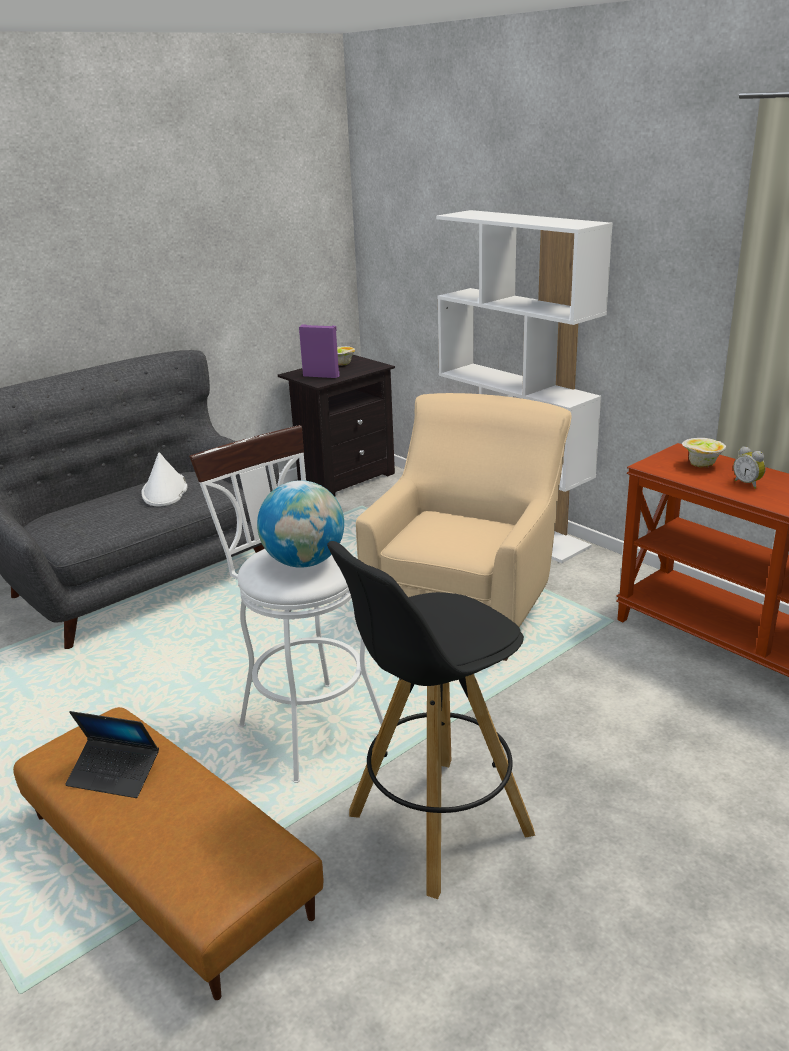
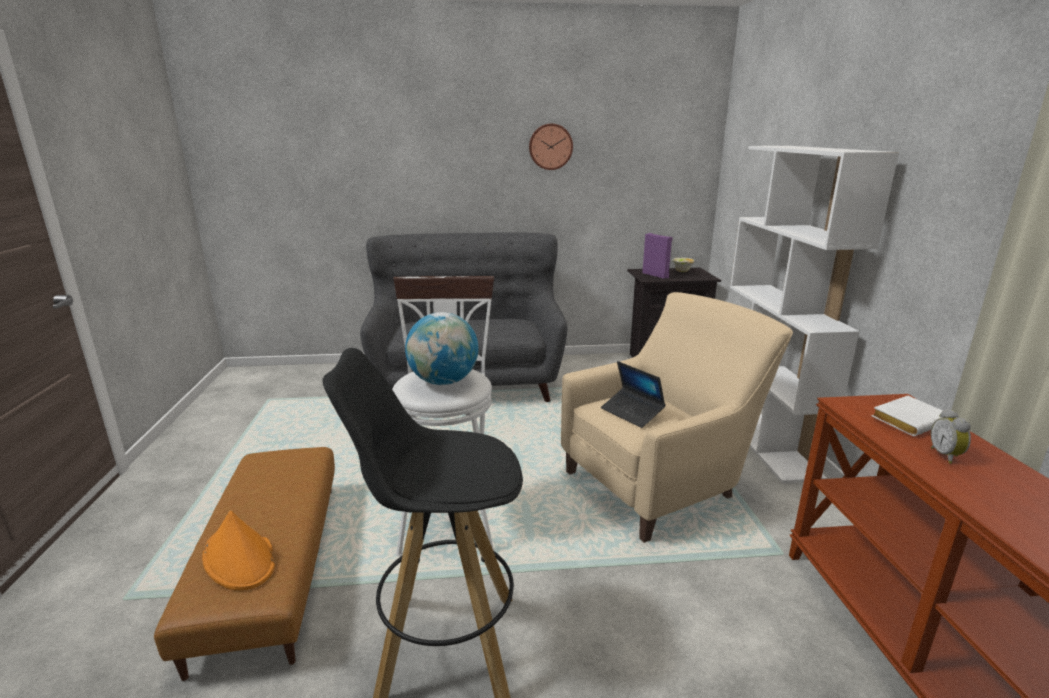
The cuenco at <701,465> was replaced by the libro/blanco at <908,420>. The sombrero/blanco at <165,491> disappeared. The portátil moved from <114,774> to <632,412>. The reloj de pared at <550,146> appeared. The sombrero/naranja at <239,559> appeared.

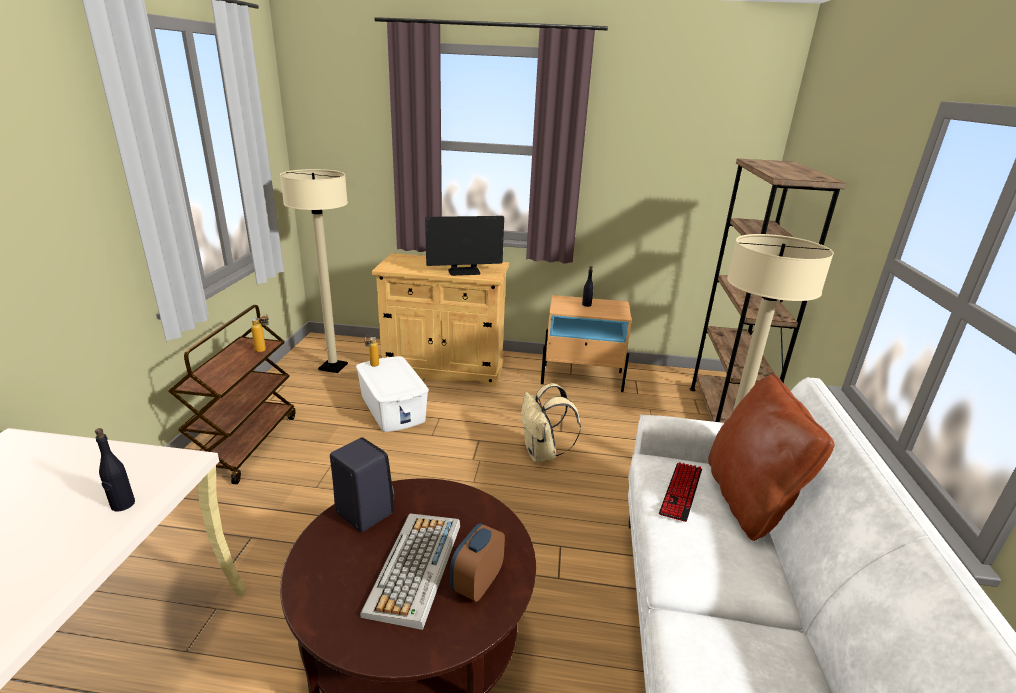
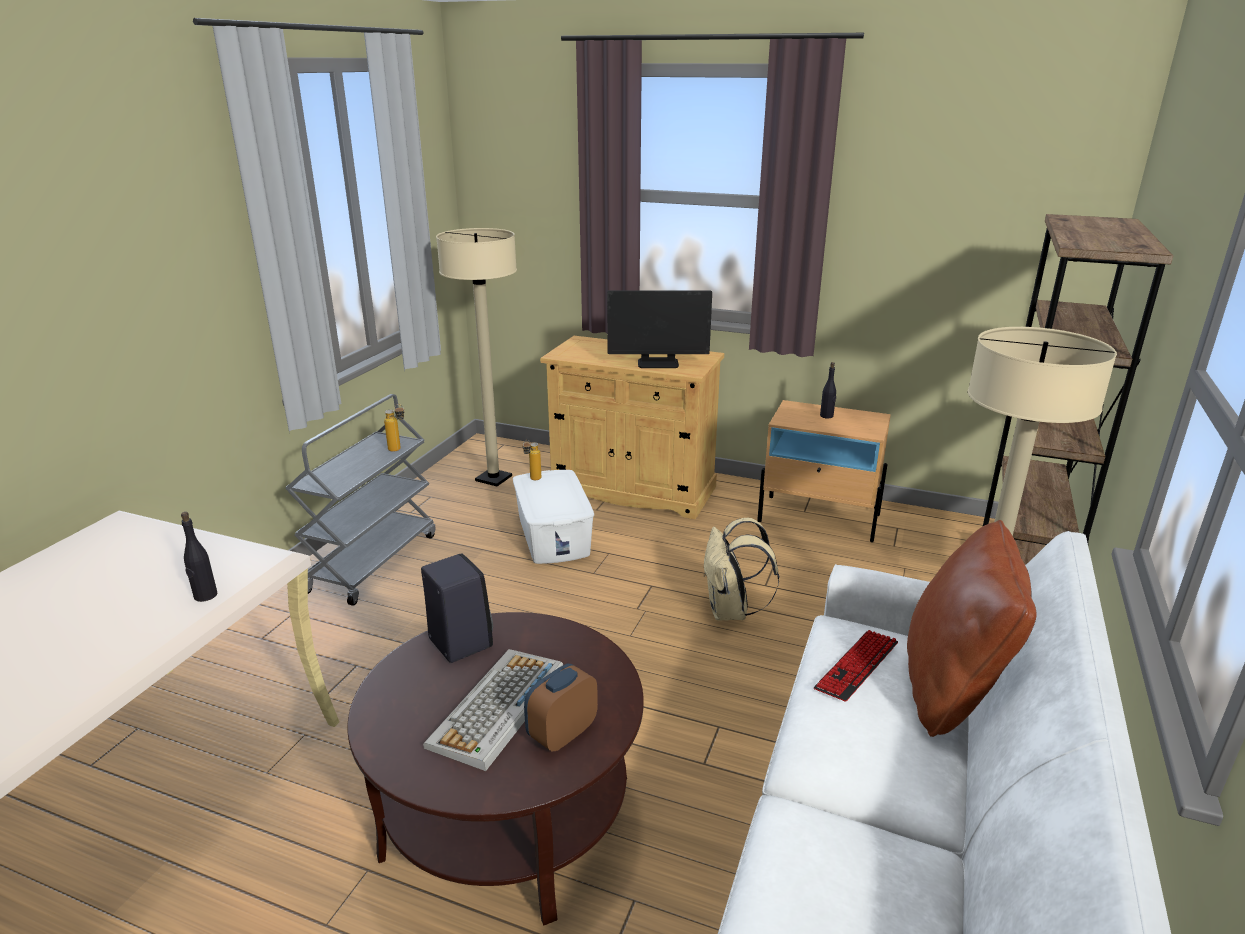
The carrito/marrón at <246,444> became the carrito/gris at <373,562>.

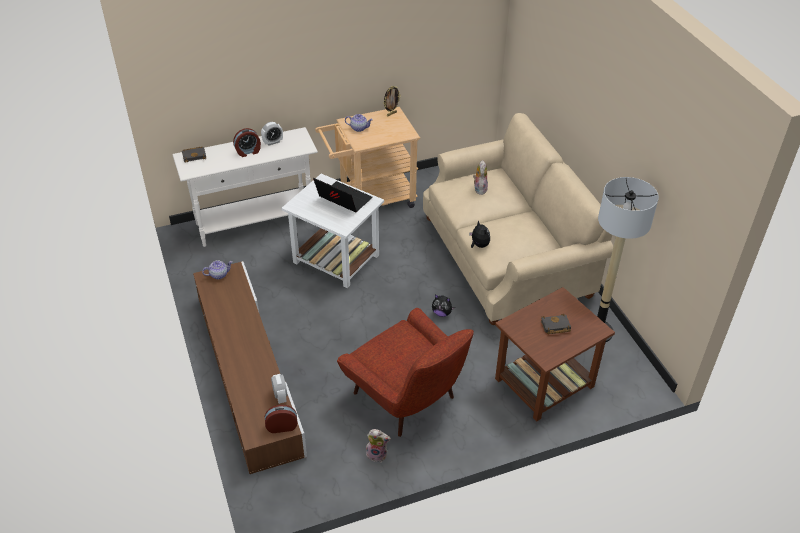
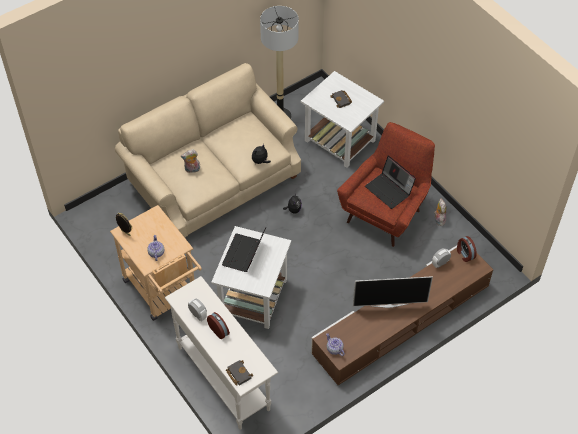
The mesa auxiliar/marrón at <543,383> became the mesa auxiliar/blanco at <340,141>. The portátil at <389,190> appeared. The televisor at <389,304> appeared.

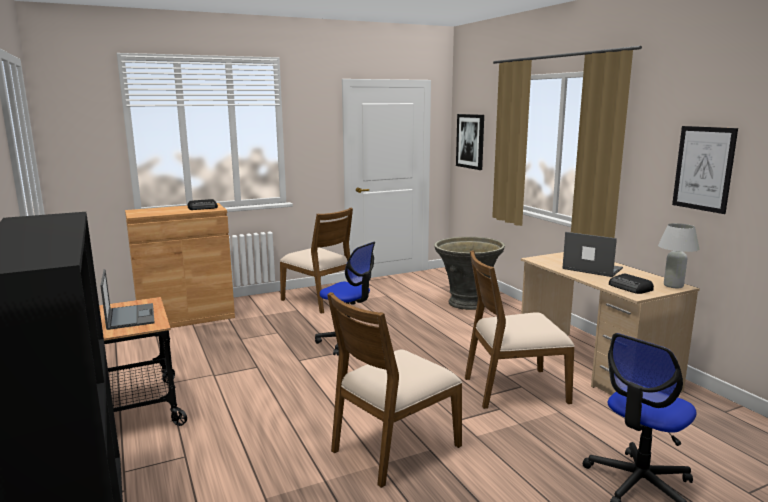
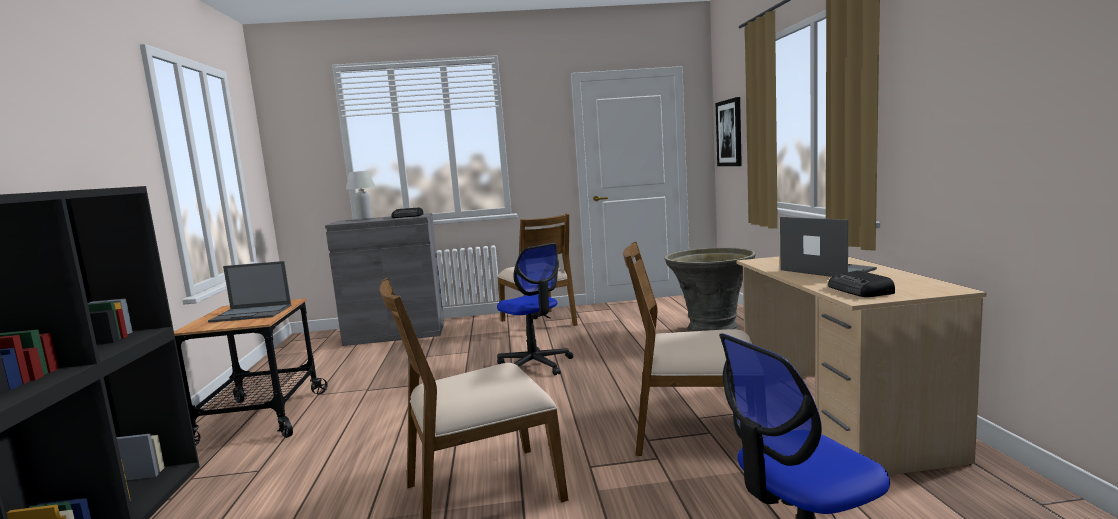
The cuadro at <703,168> disappeared. The armario/marrón at <186,317> became the armario/gris at <395,334>. The lámpara de mesa/blanco moved from <673,286> to <364,219>. The portátil at <130,316> turned 90 degrees clockwise.

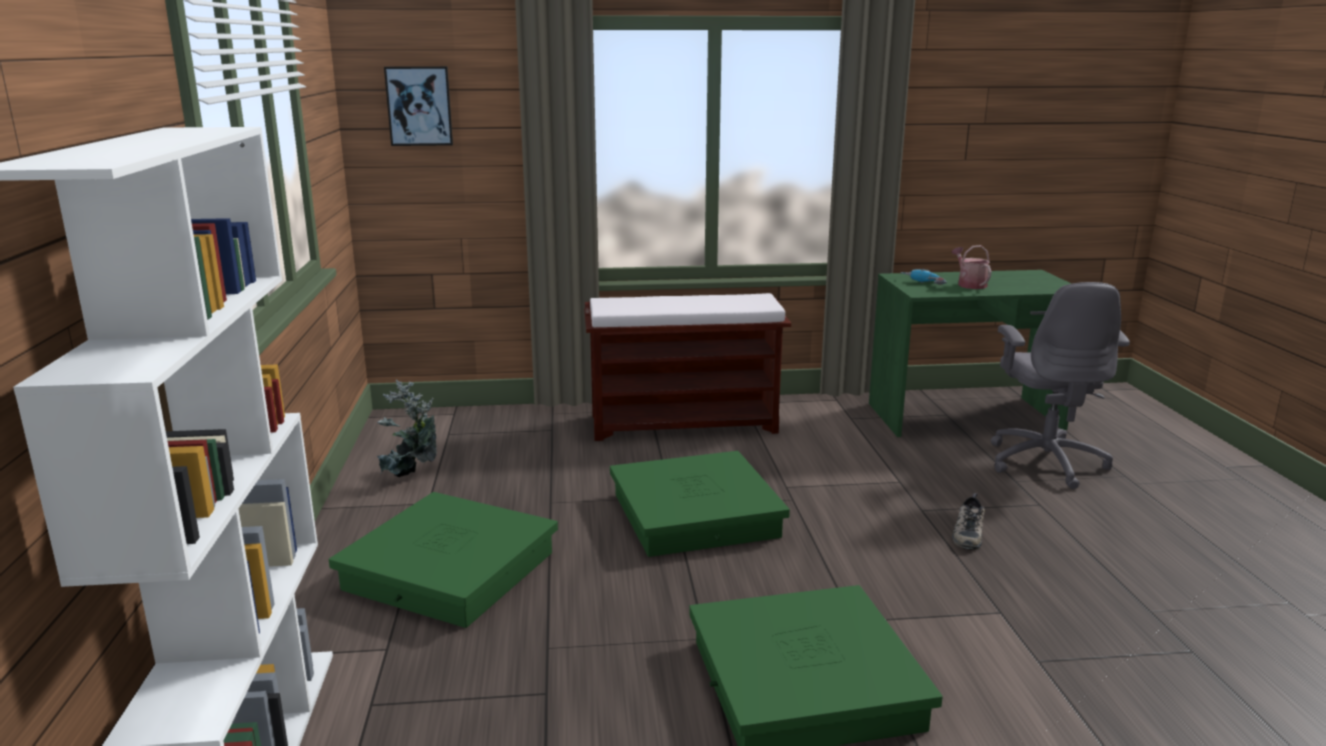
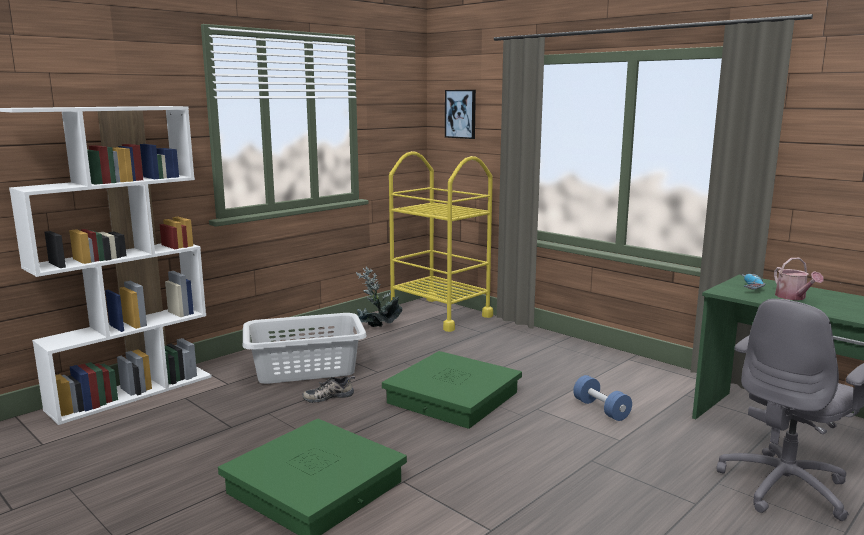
The regadera at <969,284> turned 135 degrees clockwise. The banco/marrón at <685,423> disappeared. The caja de almacenaje/verde at <451,571> was replaced by the cesto de la ropa/gris at <306,369>. The zapato moved from <967,532> to <329,396>. The carrito/amarillo at <439,314> appeared. The mancuerna/azul at <601,409> appeared.

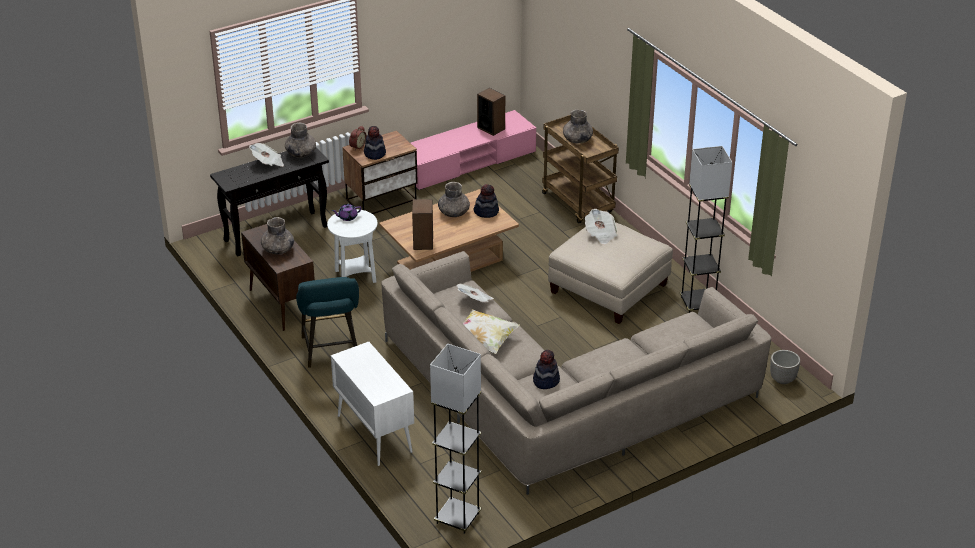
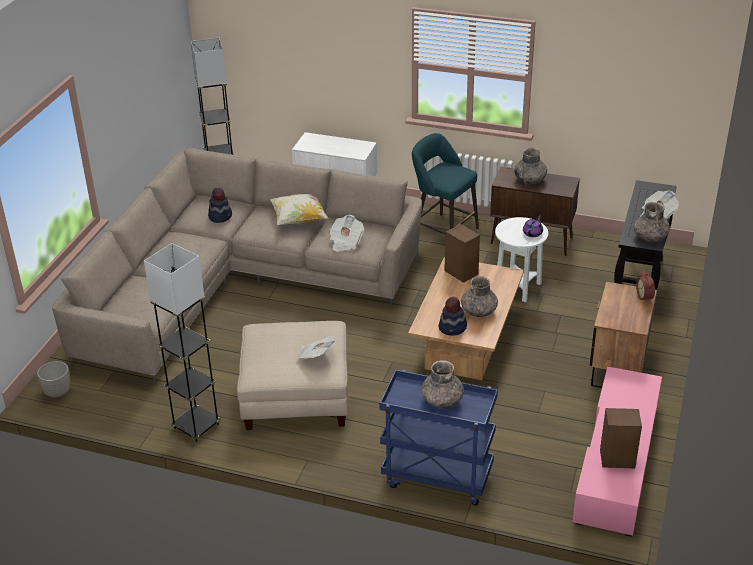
The carrito/marrón at <579,204> became the carrito/azul at <436,478>. The sombrero at <374,153> disappeared.

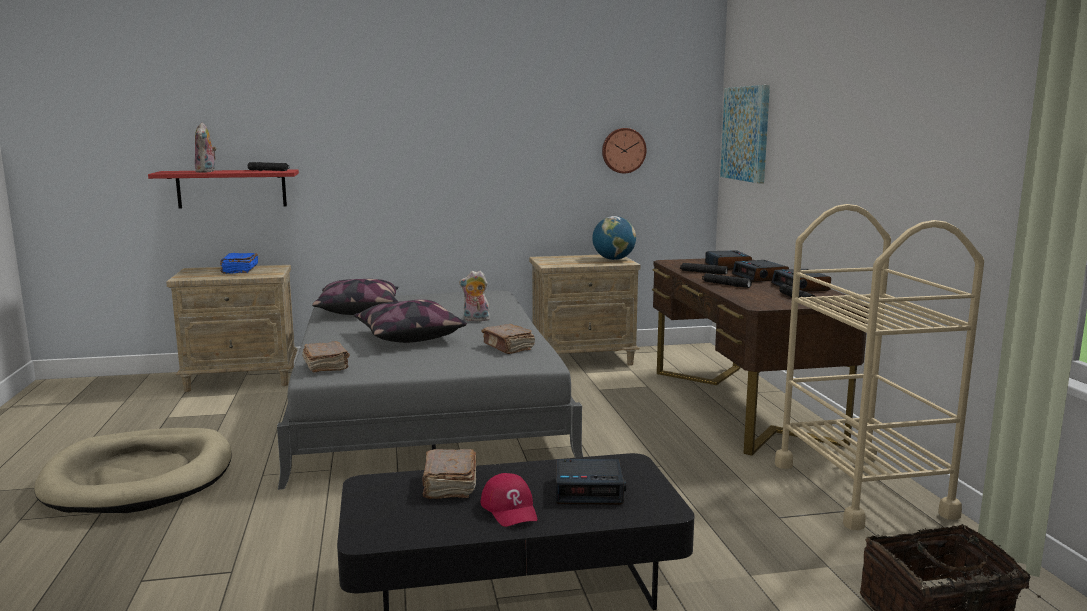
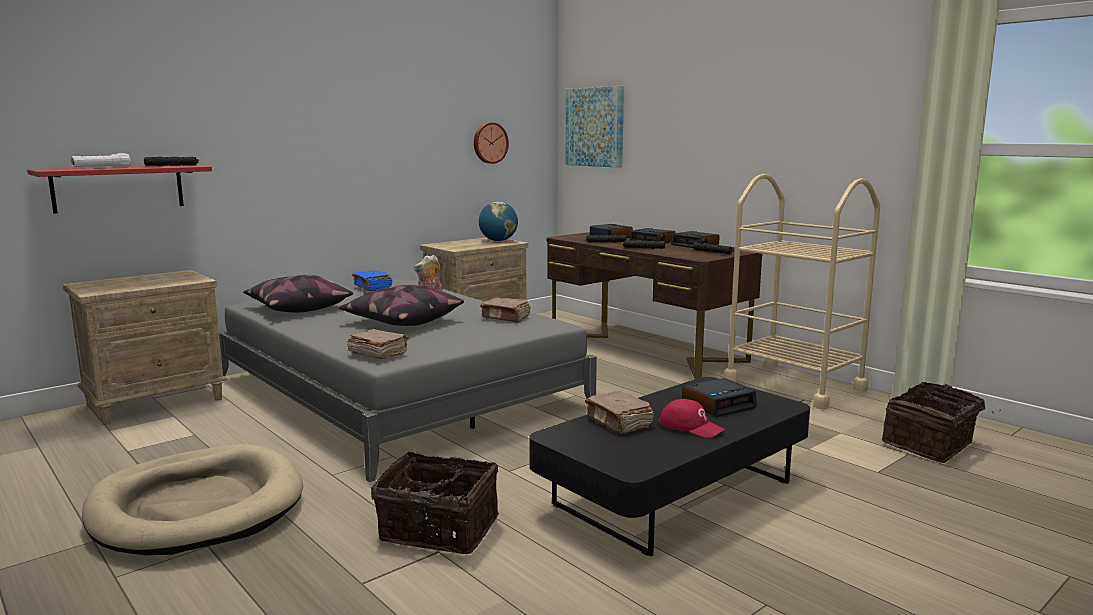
The peluche at <206,171> was replaced by the linterna/blanco at <101,168>. The libro/azul moved from <239,270> to <372,287>. The cesta at <438,531> appeared.

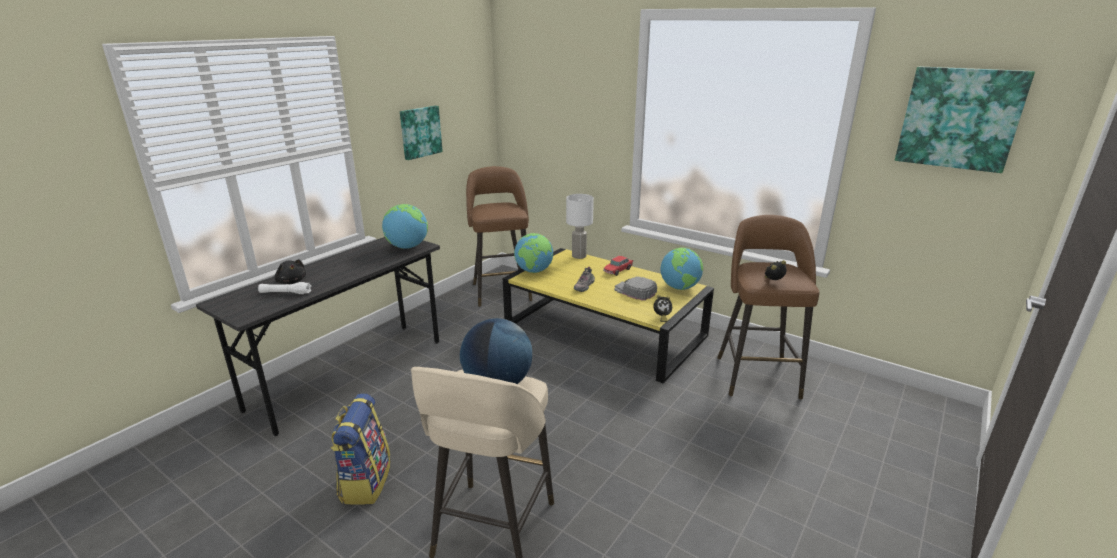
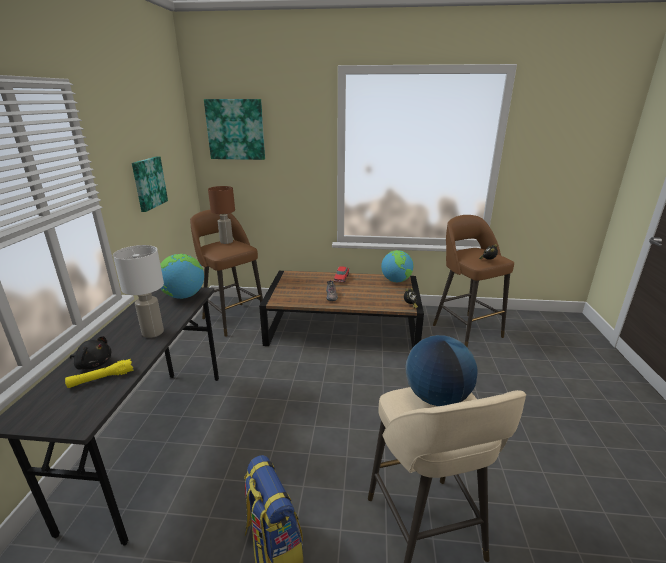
The cuadro moved from <959,118> to <236,129>. The lámpara de mesa/blanco moved from <579,256> to <153,332>. The globo terráqueo at <534,271> disappeared. The mesa de centro/amarillo at <605,330> became the mesa de centro/marrón at <343,327>. The gorra/gris at <635,291> disappeared. The linterna/blanco at <285,293> became the linterna/amarillo at <101,379>. The lámpara de mesa/marrón at <227,242> appeared.

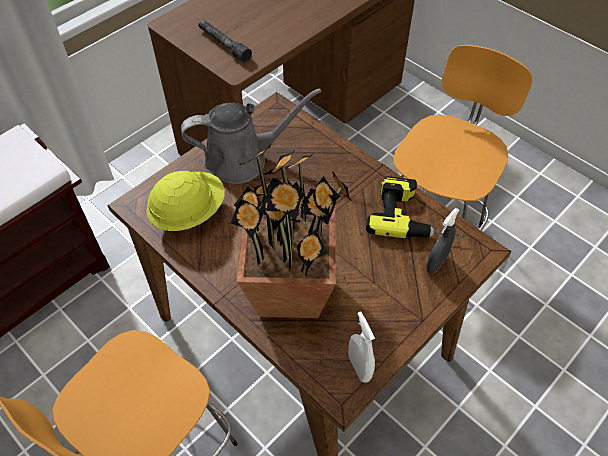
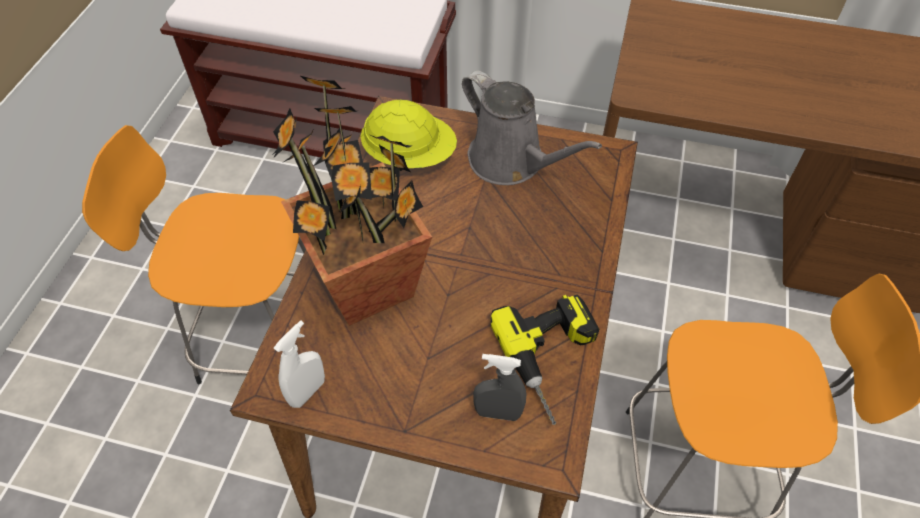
The linterna/gris at <224,45> disappeared.

